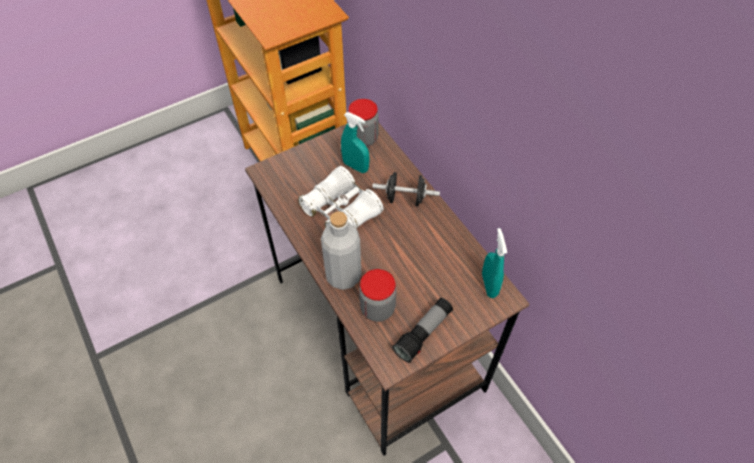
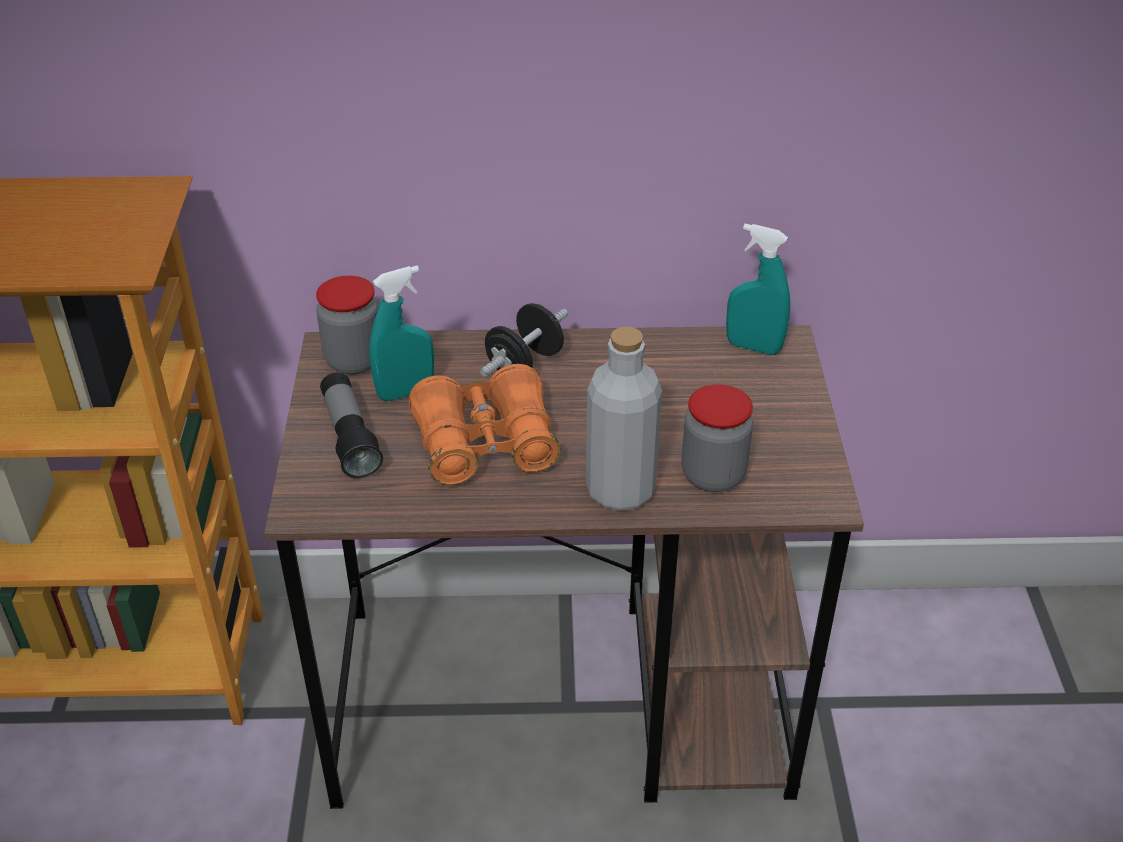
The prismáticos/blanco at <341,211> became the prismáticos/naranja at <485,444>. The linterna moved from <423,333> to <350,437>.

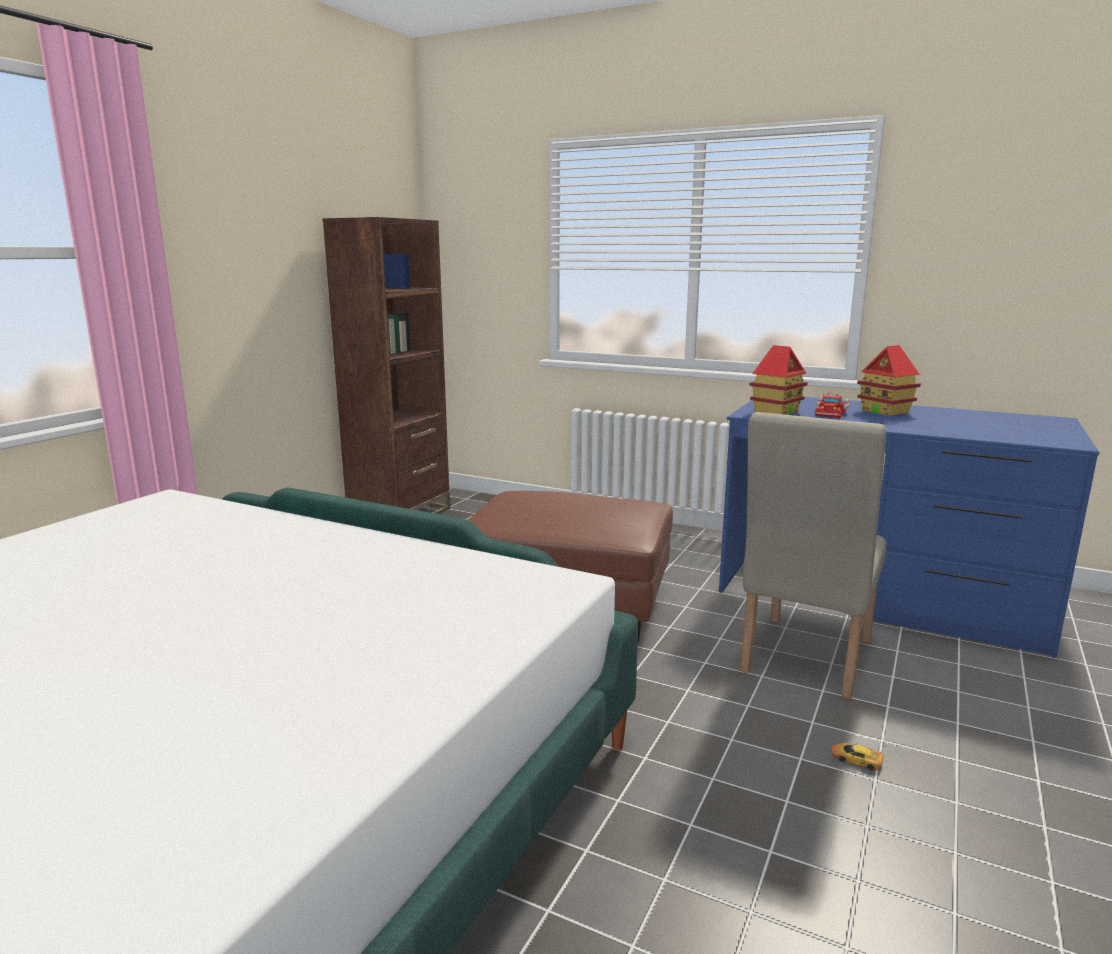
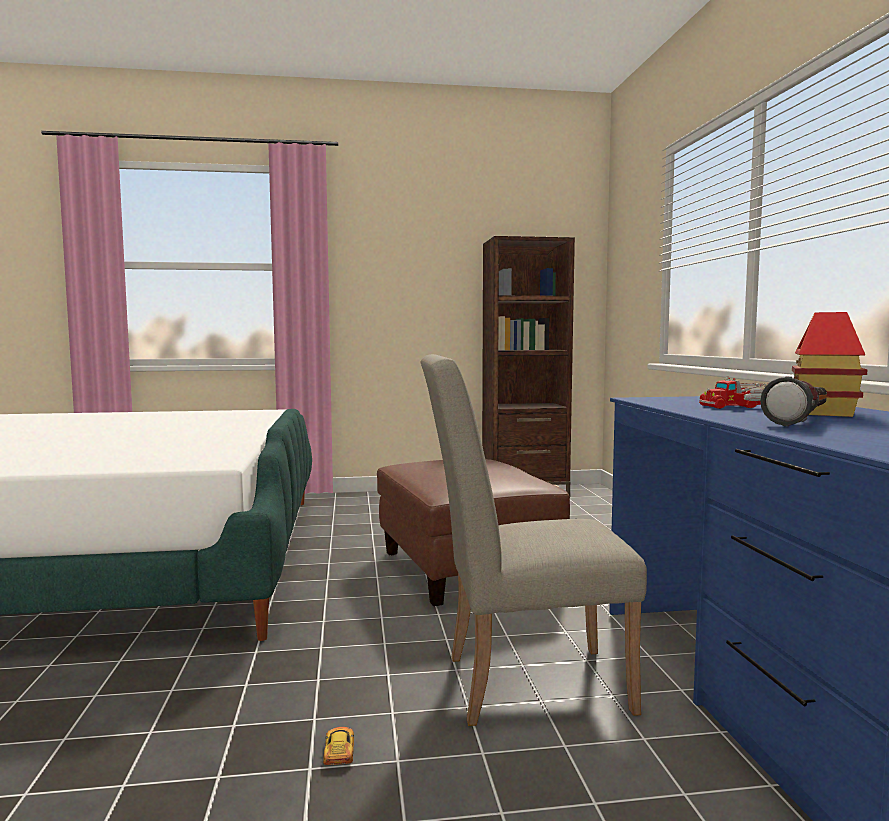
The casita at <776,412> disappeared. The linterna at <801,422> appeared.

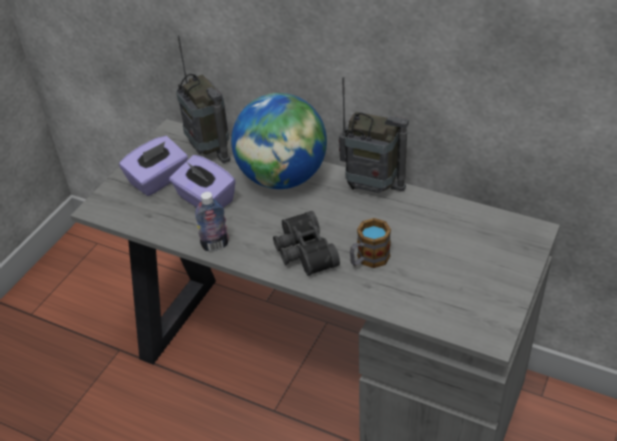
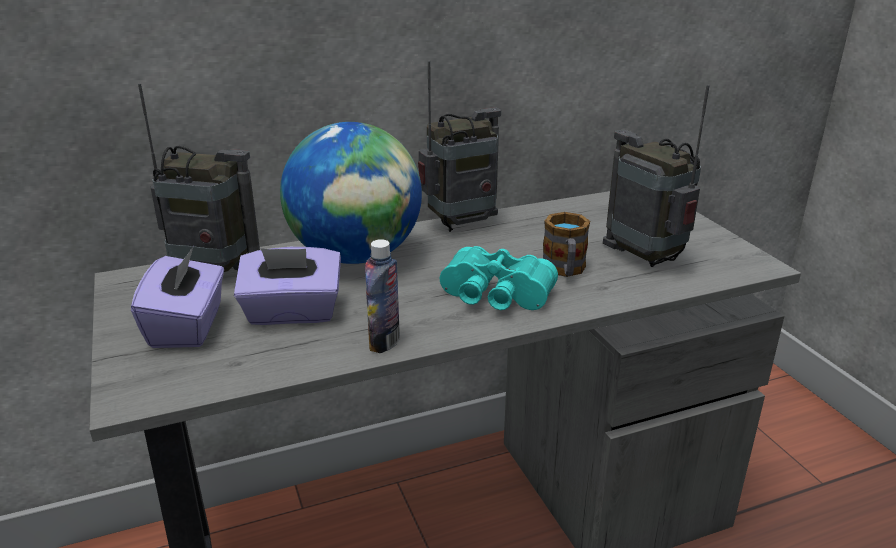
The prismáticos/negro at <303,252> became the prismáticos/turquesa at <494,297>. The radio at <645,258> appeared.

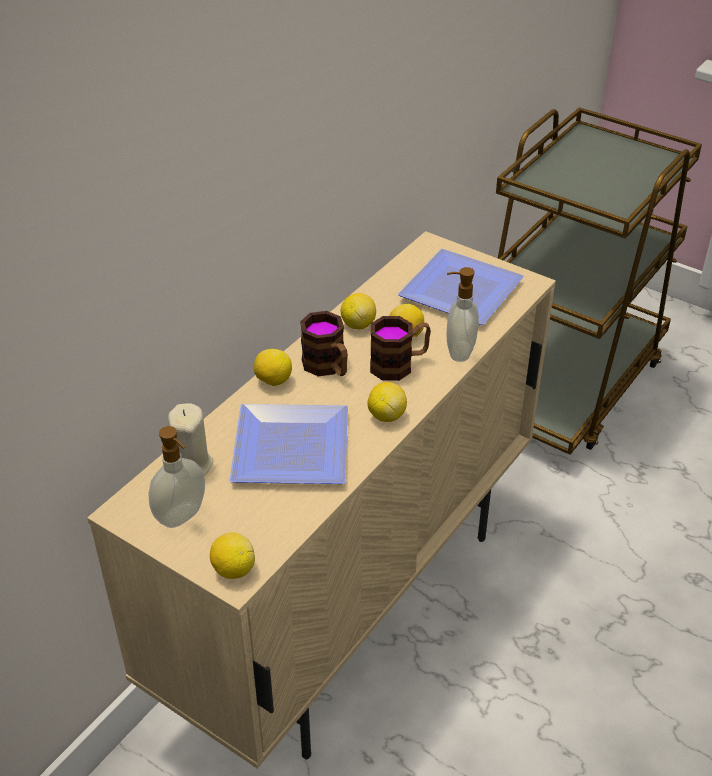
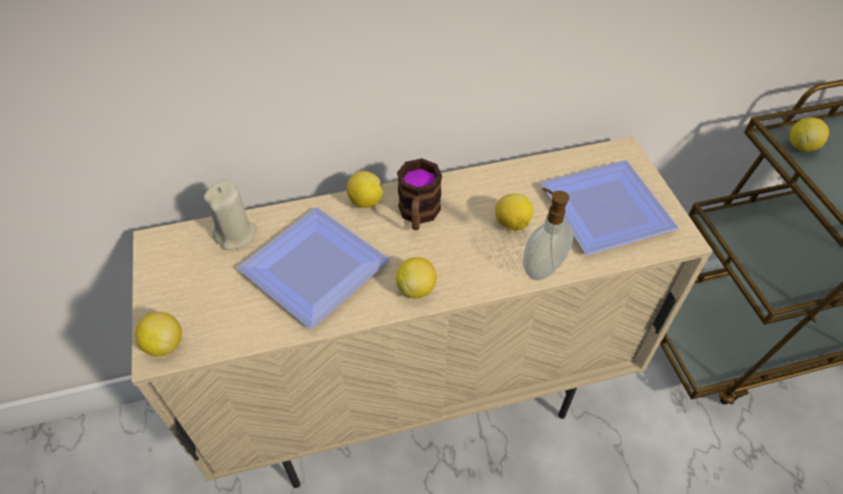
The limón moved from <358,324> to <801,146>. The taza grande at <399,364> disappeared. The dispensador de jabón at <182,516> disappeared.

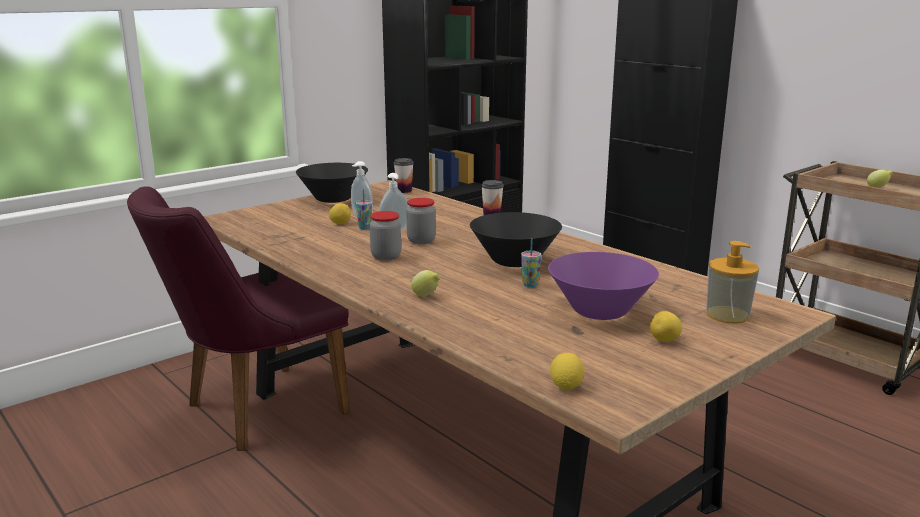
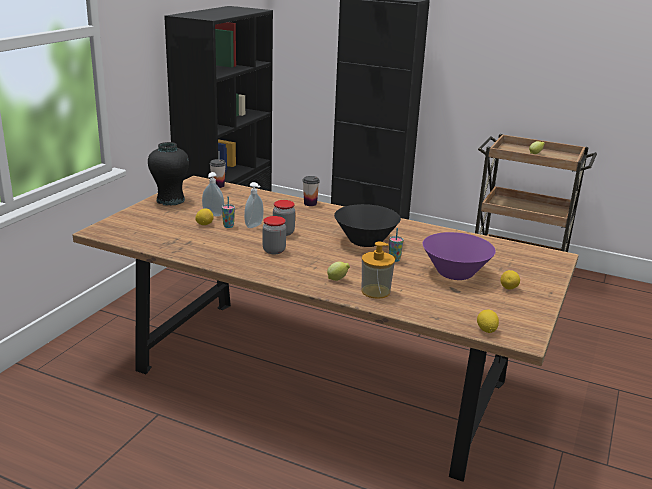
The cuenco/negro at <333,199> was replaced by the florero/negro at <171,200>. The silla/morado at <252,412> disappeared. The dispensador de jabón moved from <727,315> to <375,291>.

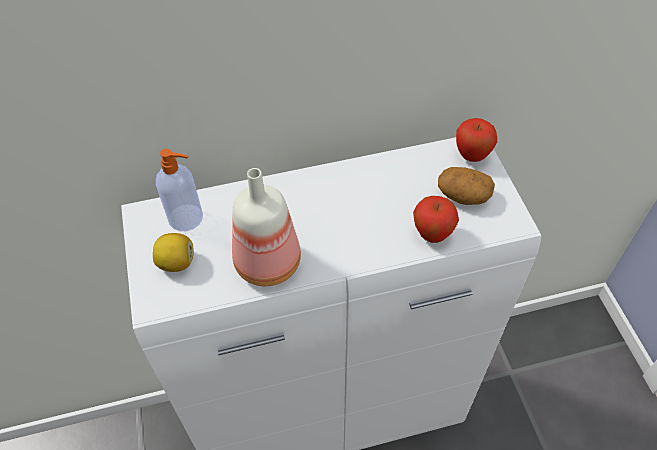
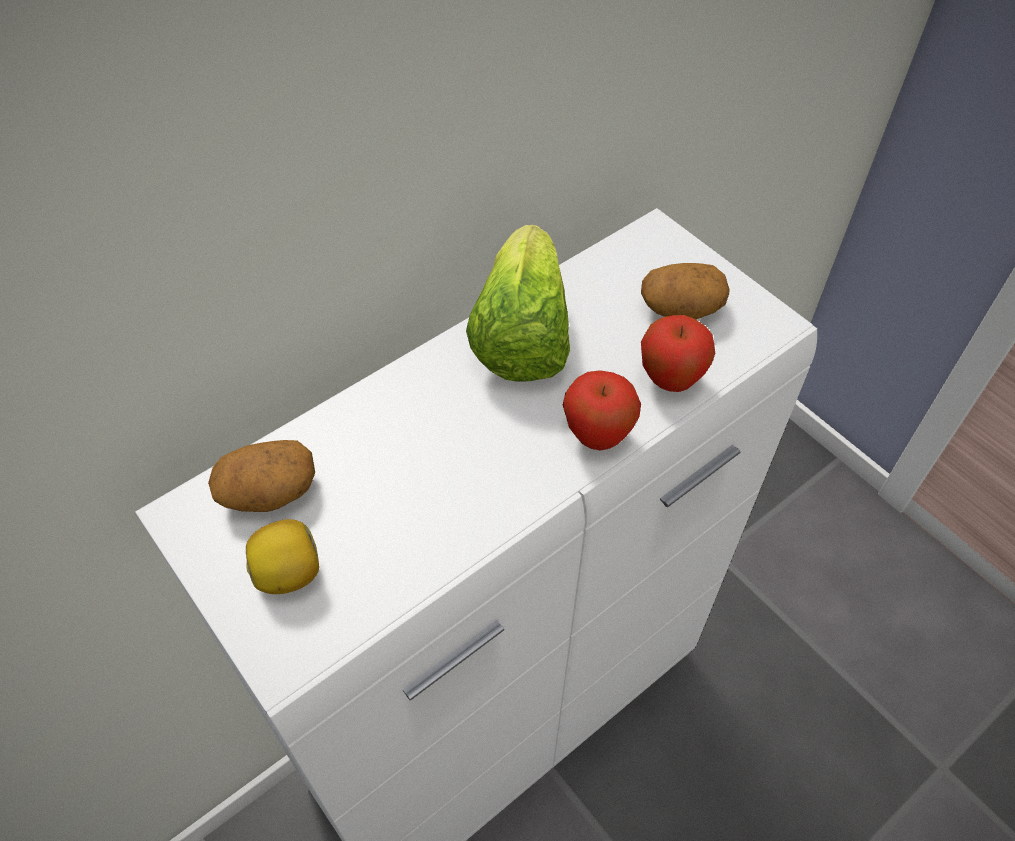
The manzana moved from <471,155> to <597,436>. The dispensador de jabón at <187,218> was replaced by the patata at <268,491>. The botella at <269,264> disappeared. The lechuga at <521,336> appeared.

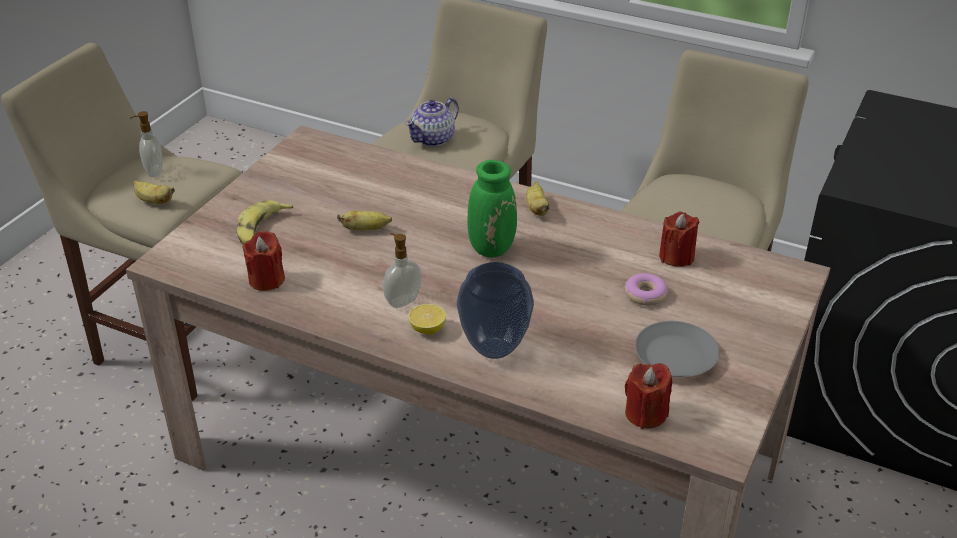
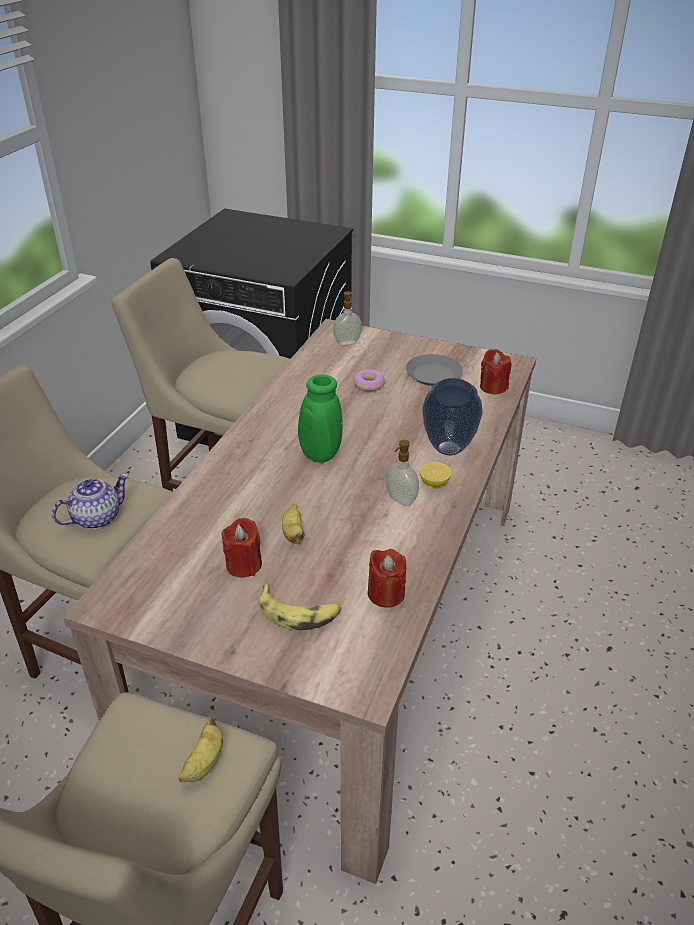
The tetera at <433,139> turned 75 degrees counterclockwise. The dispensador de jabón moved from <153,171> to <347,343>. The plátano at <536,209> disappeared. The vela/rojo moved from <676,257> to <244,565>.

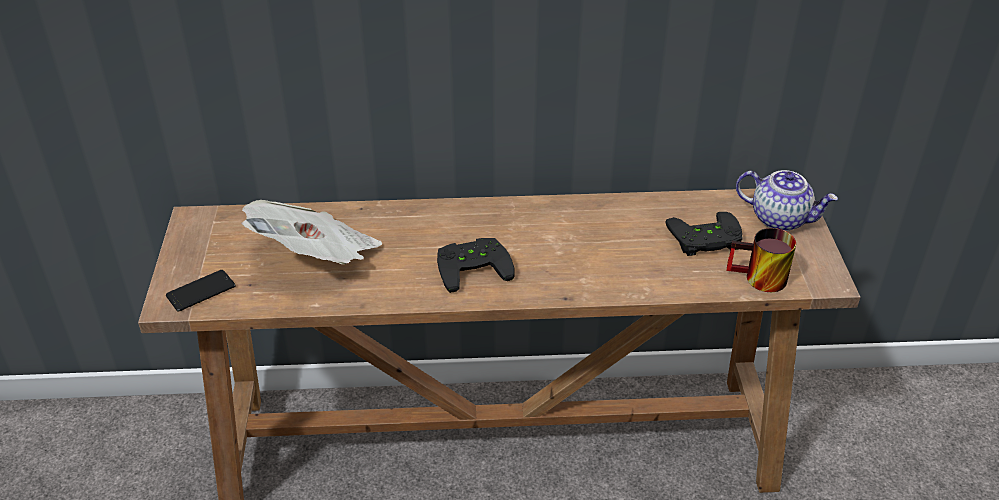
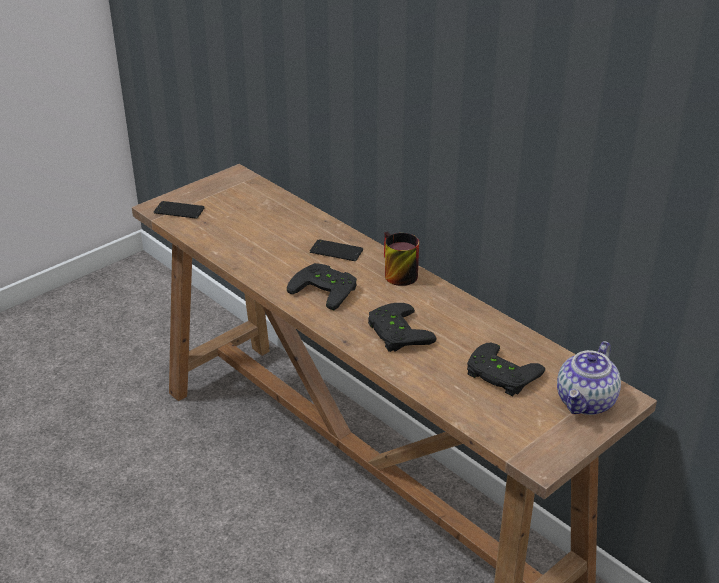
The tetera at <780,218> turned 45 degrees clockwise. The periódico at <317,258> disappeared. The taza grande moved from <758,280> to <395,274>. The móvil at <336,251> appeared. The mando de consola/negro at <395,333> appeared.

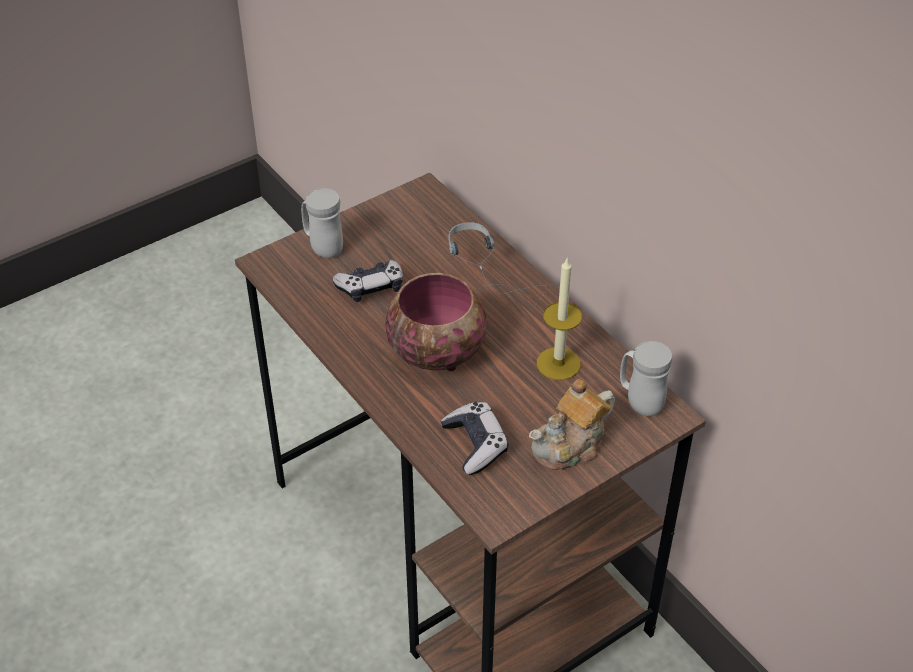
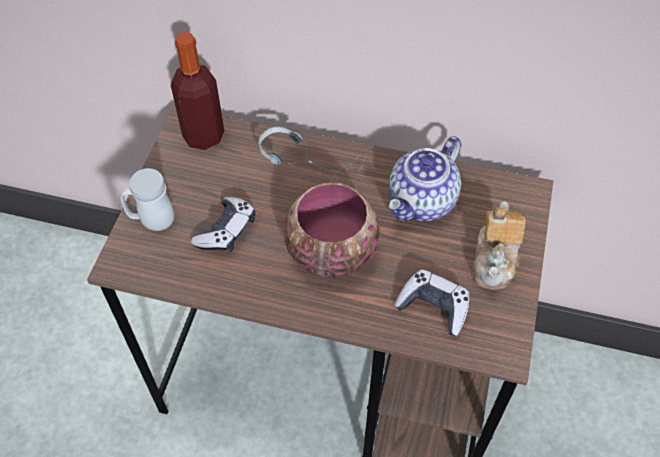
The vela at <558,363> was replaced by the tetera at <422,202>. The taza grande/blanco at <639,401> disappeared. The botella at <204,136> appeared.

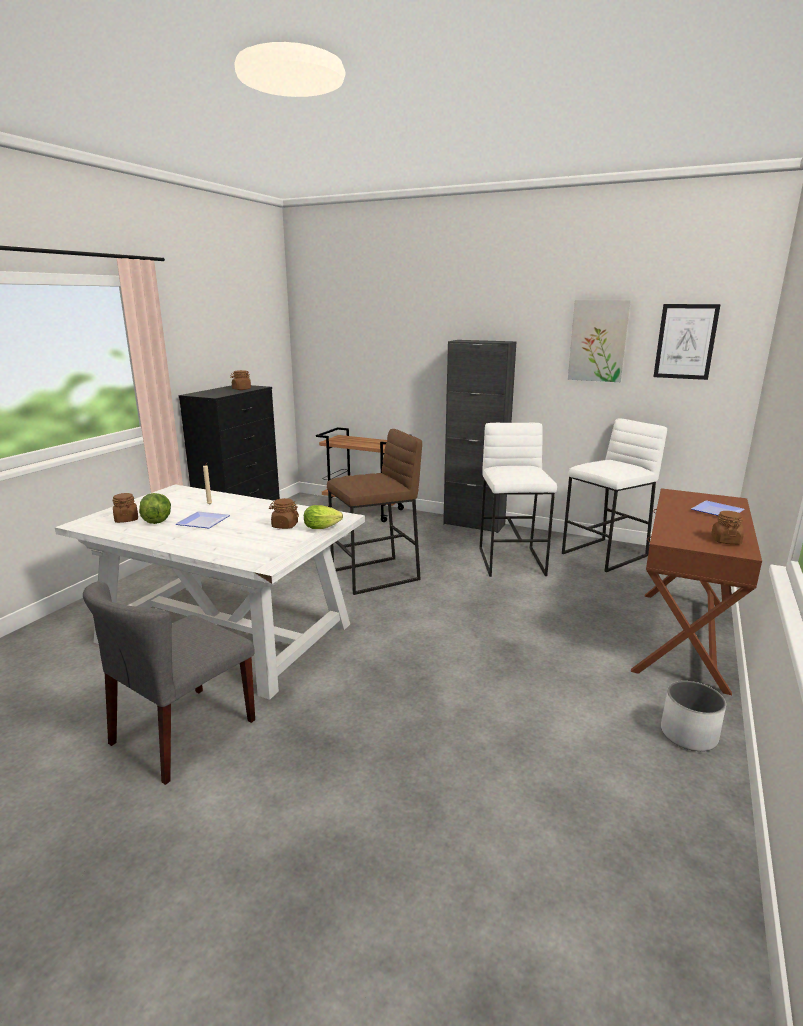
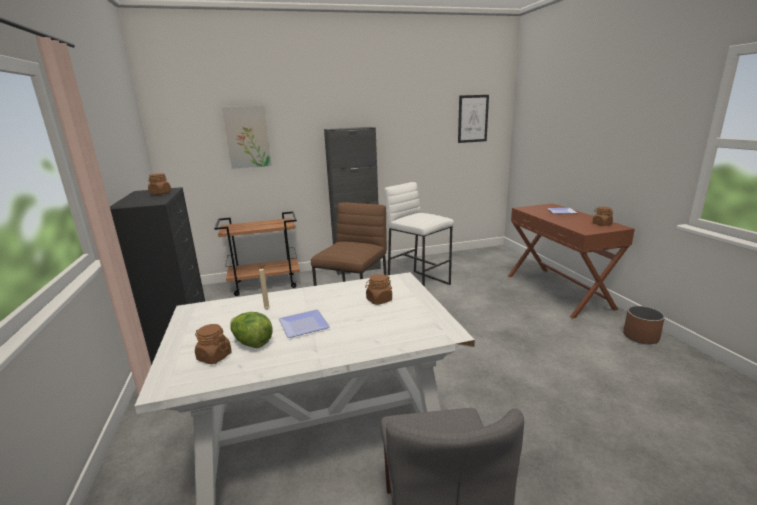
The cuadro moved from <598,341> to <247,137>. The taburete/blanco at <605,555> disappeared. The lechuga at <324,528> disappeared. The maceta/blanco at <688,734> became the maceta/marrón at <640,336>.

